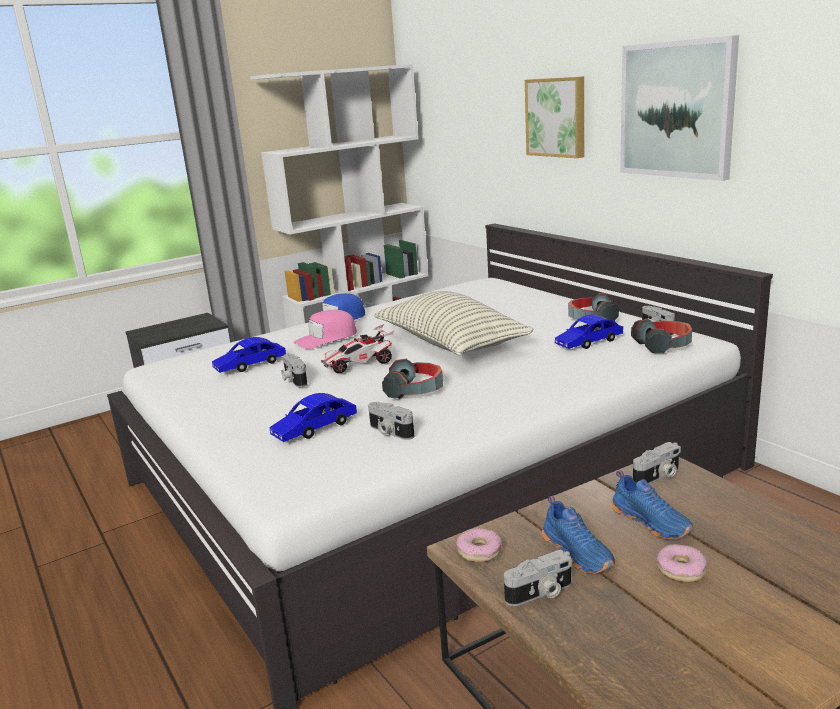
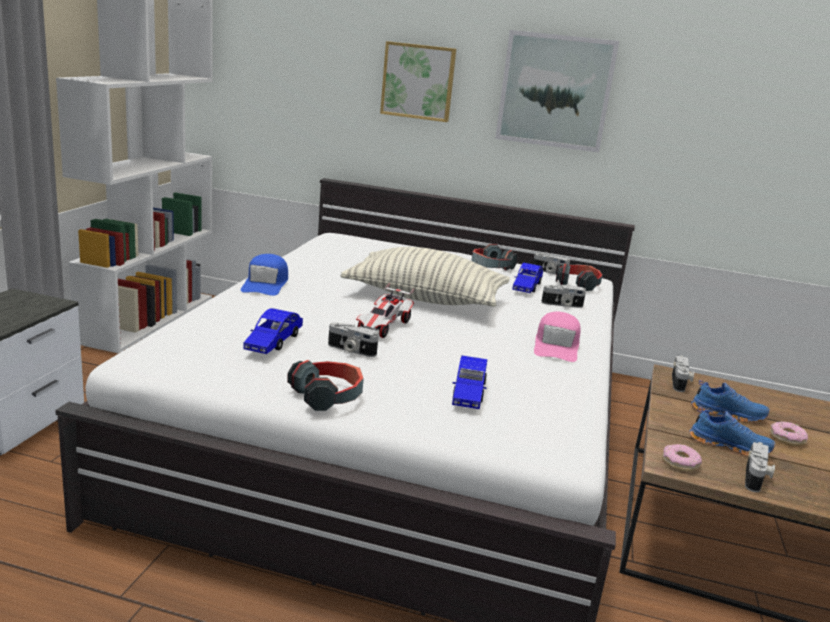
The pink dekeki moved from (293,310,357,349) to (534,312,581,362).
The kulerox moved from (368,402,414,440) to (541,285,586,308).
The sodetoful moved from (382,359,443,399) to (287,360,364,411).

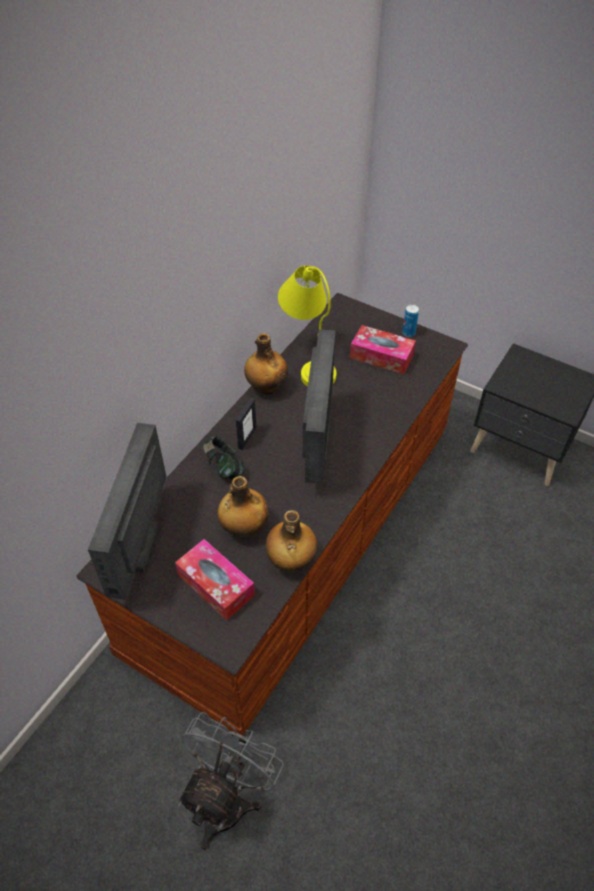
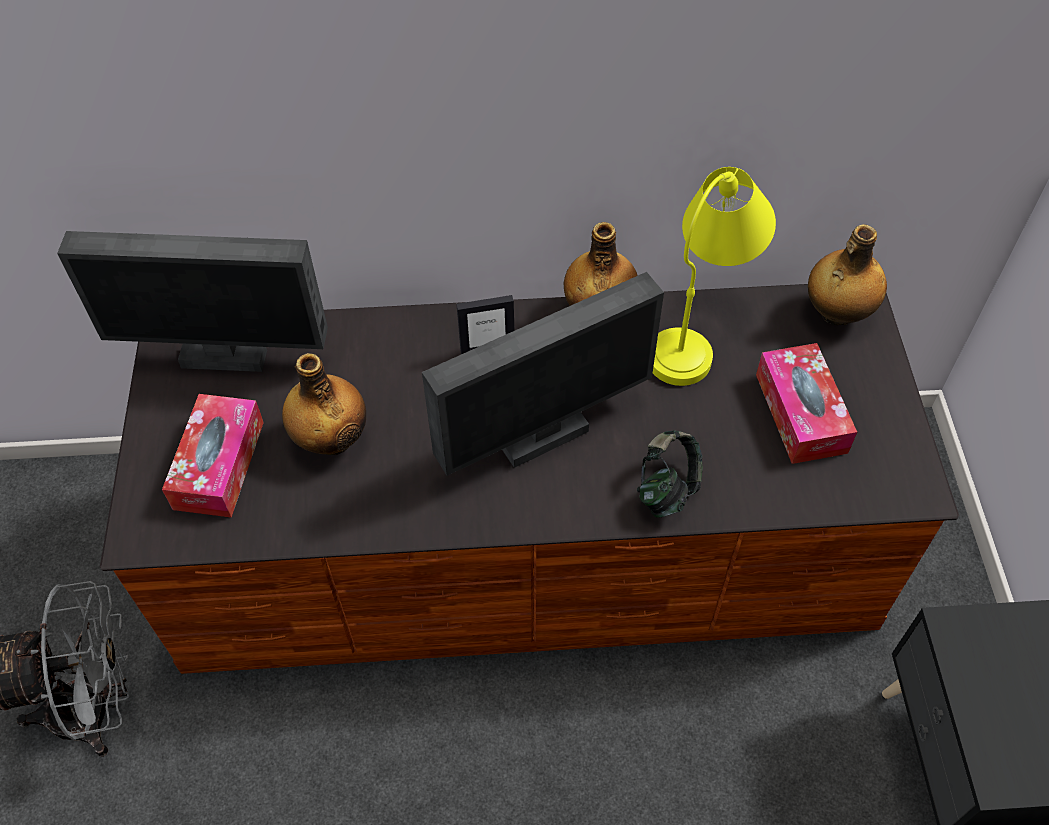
The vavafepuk at (88,423,167,600) turned 150 degrees counterclockwise.
The sodetoful moved from (203,436,244,480) to (637,430,703,518).
The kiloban moved from (265,510,317,572) to (808,224,887,325).
The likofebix at (402,304,419,337) disappeared.

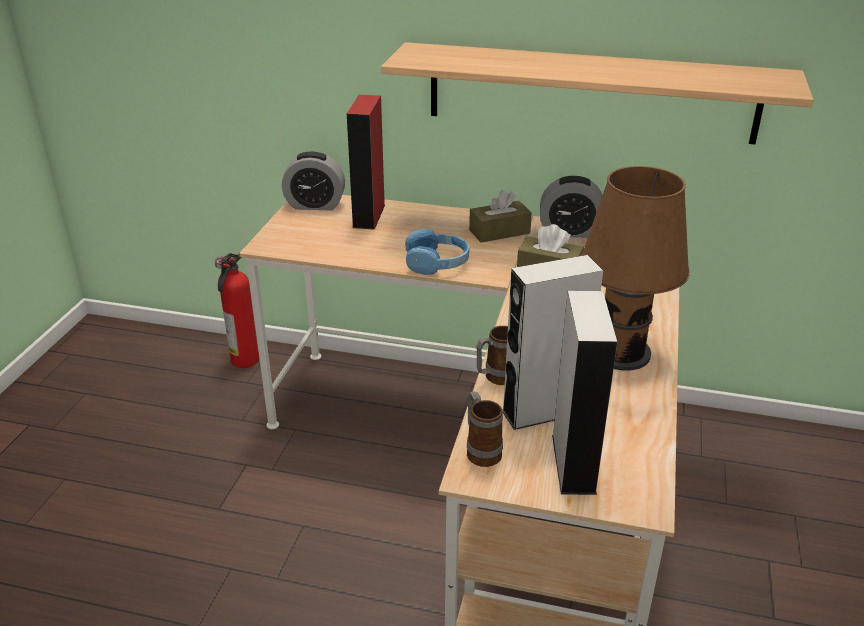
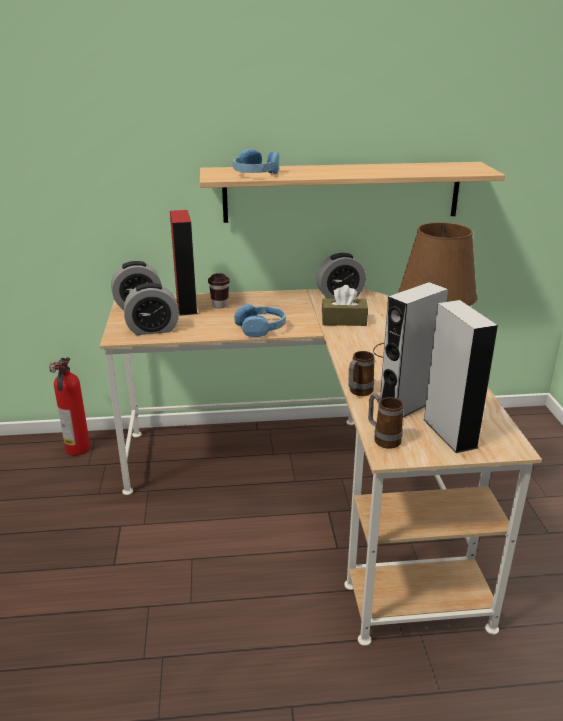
The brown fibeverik at (469,190,532,243) disappeared.
The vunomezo at (124,283,179,335) appeared.
The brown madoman at (208,273,230,308) appeared.
The blue sodetoful at (233,149,279,174) appeared.

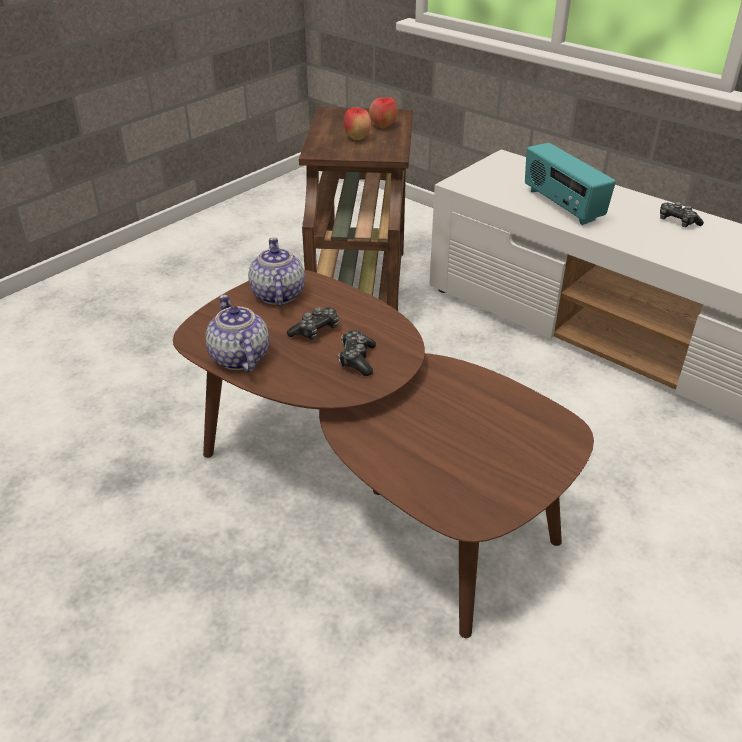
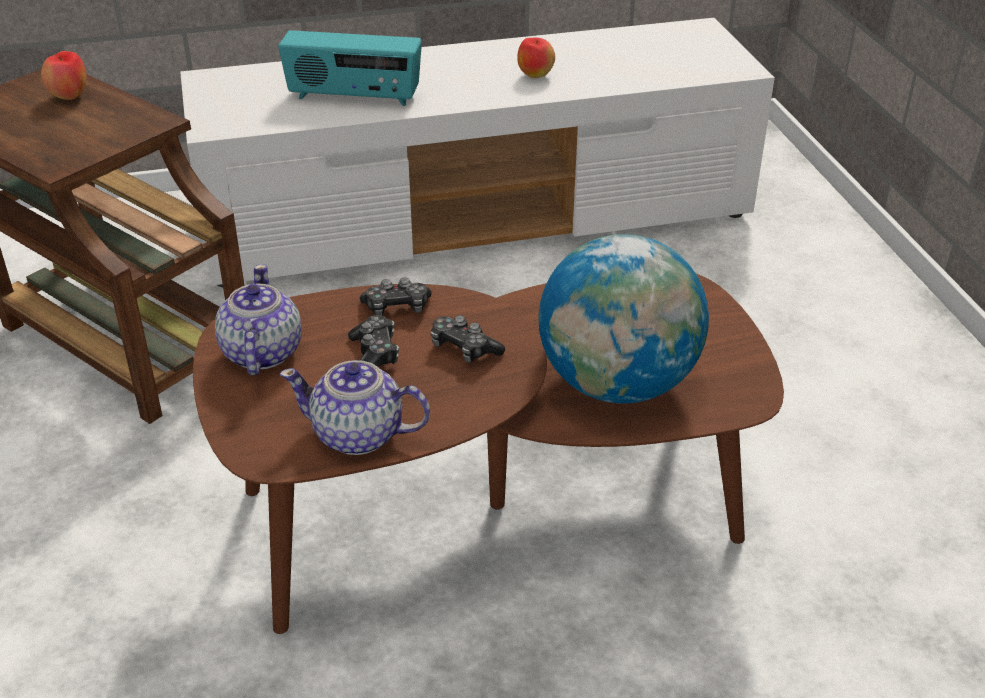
The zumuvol at (248,237,305,306) turned 60 degrees clockwise.
The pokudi moved from (344,107,371,140) to (517,38,555,78).
The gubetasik moved from (660,202,704,227) to (360,277,432,316).
The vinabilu at (538,234,709,403) appeared.

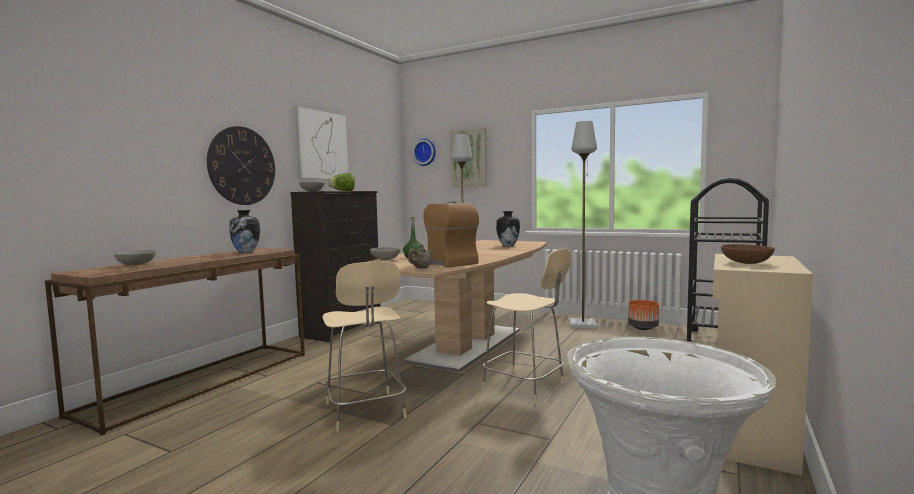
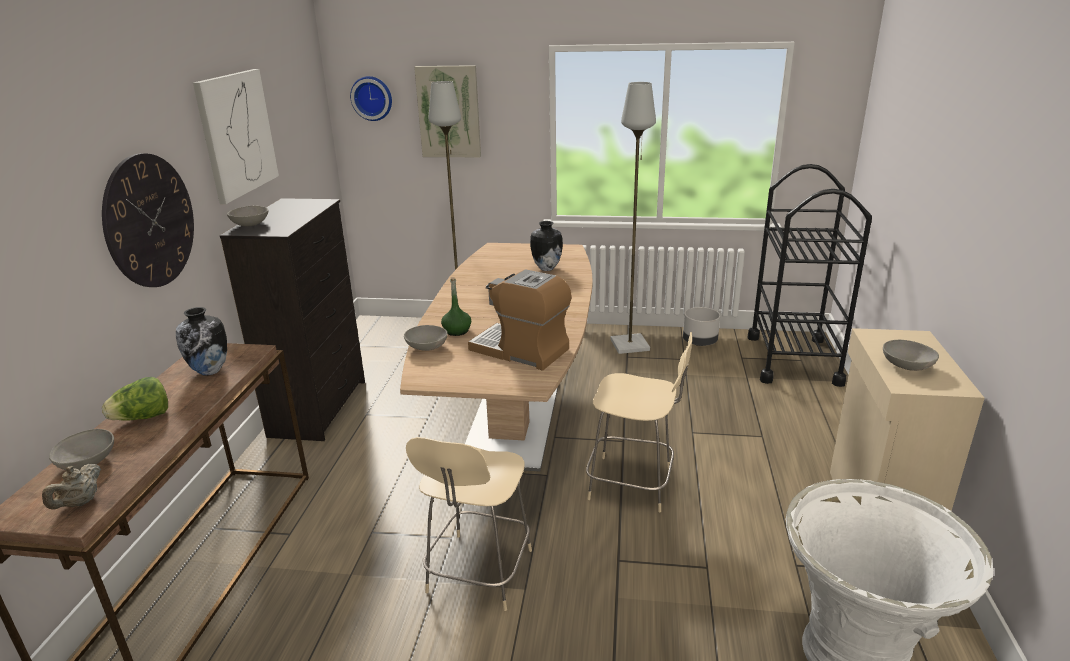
The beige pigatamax at (322,261,407,432) turned 60 degrees clockwise.
The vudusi moved from (328,173,355,191) to (102,377,168,421).
The beige zumuvol moved from (408,244,433,269) to (42,464,101,510).
The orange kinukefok at (628,300,659,330) became the grey kinukefok at (683,307,720,346).
The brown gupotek at (721,244,775,264) became the grey gupotek at (883,340,939,371).

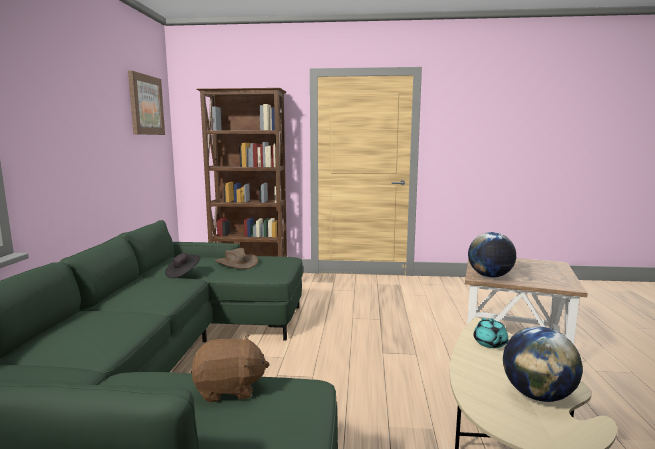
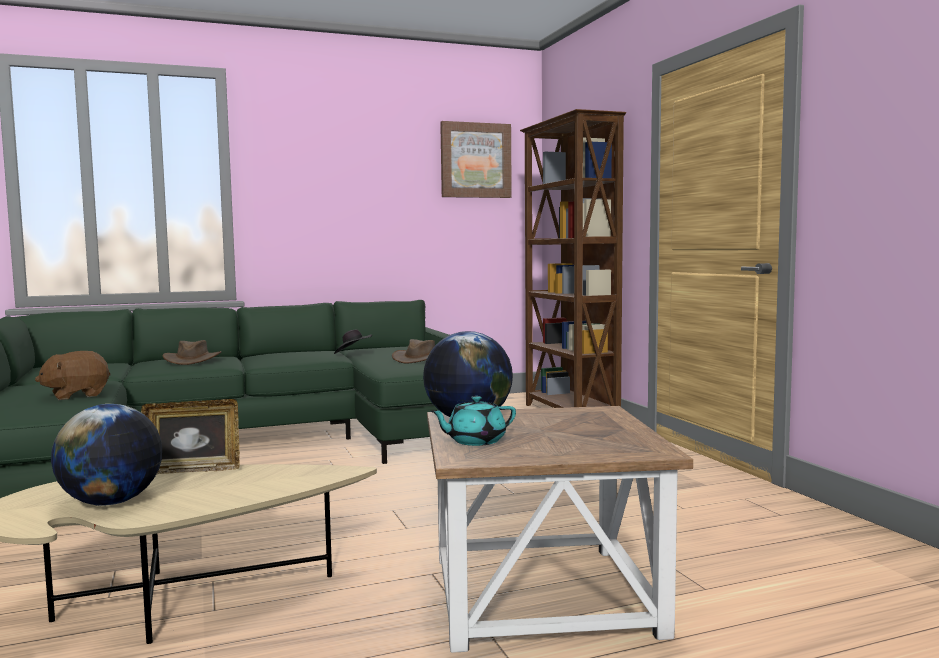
The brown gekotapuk at (191,335,270,403) turned 90 degrees clockwise.
The turquoise zumuvol moved from (473,318,508,348) to (430,396,516,446).
The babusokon at (141,399,240,474) appeared.
The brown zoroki at (163,340,222,365) appeared.

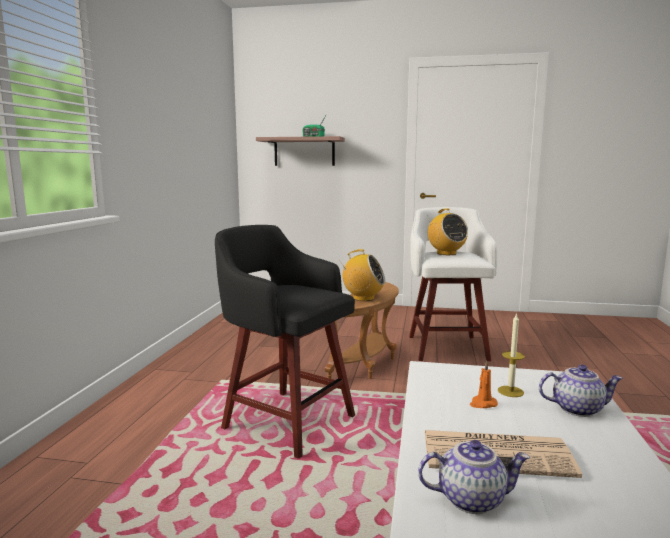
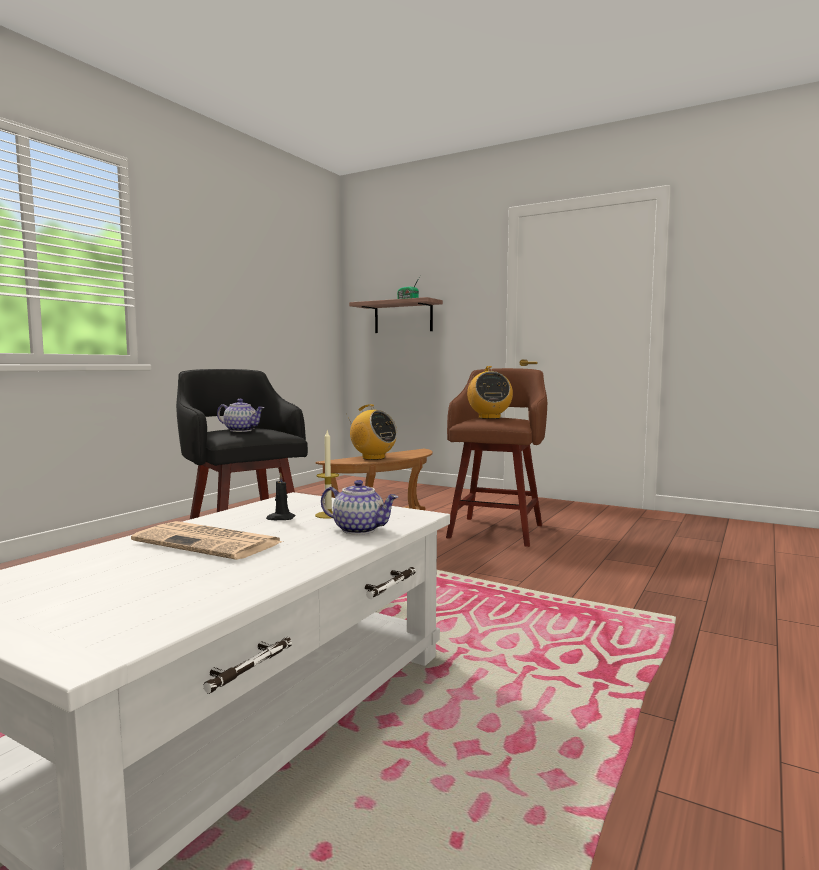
The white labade at (409,207,497,361) became the brown labade at (446,368,547,547).
The zumuvol moved from (418,440,530,514) to (217,399,264,432).
The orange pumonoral at (470,361,498,408) became the black pumonoral at (266,472,296,520).

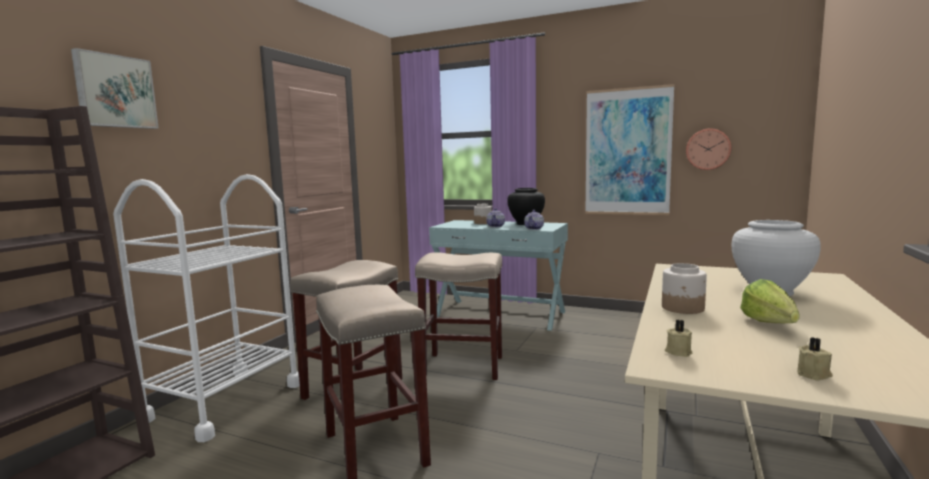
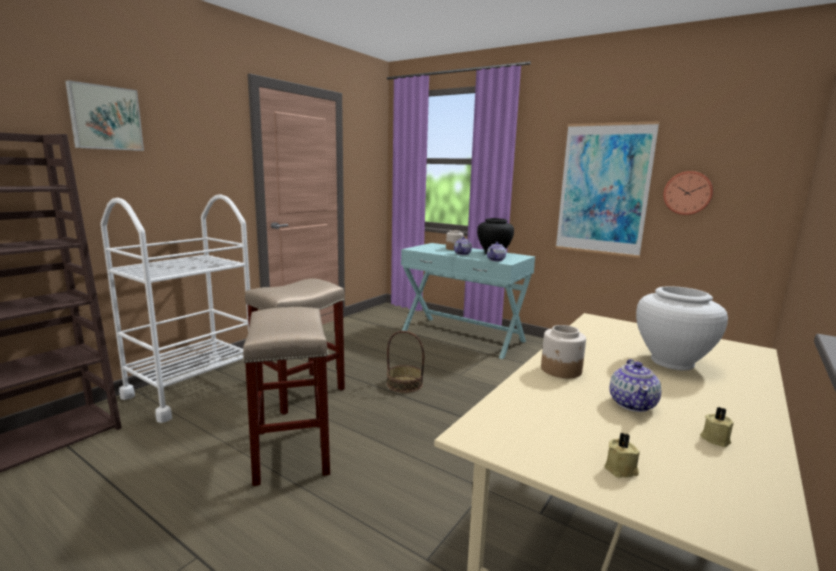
The beige labade at (415,252,502,380) was replaced by the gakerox at (387,331,424,393).
The beige pumonoral moved from (665,320,693,357) to (700,407,734,447).
The vudusi at (740,279,800,323) was replaced by the zumuvol at (609,359,661,412).

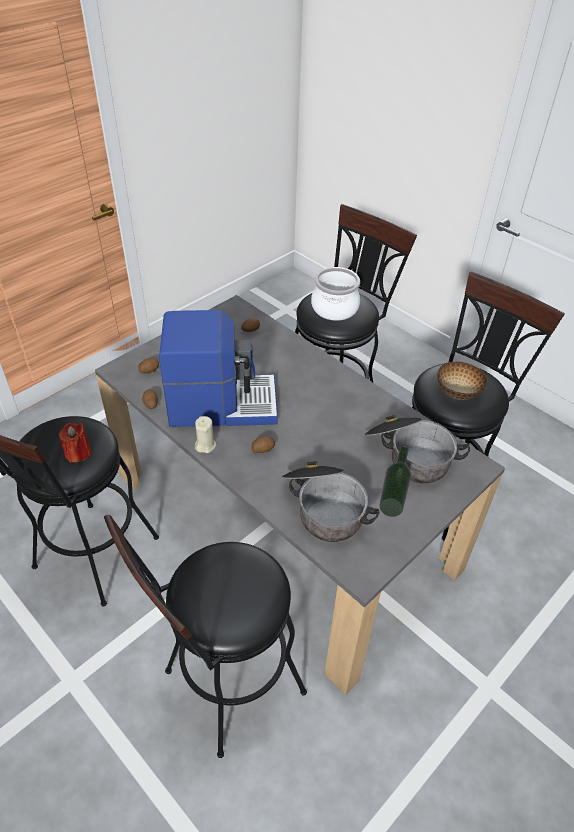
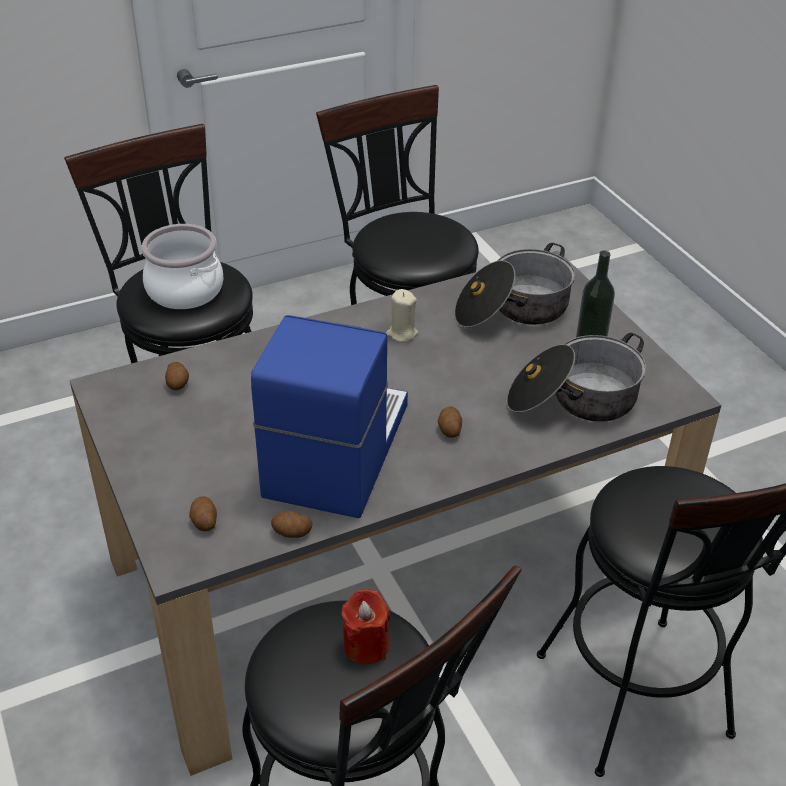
The beige pumonoral moved from (195,416,216,453) to (386,289,418,342).
The gupotek at (437,361,487,400) disappeared.

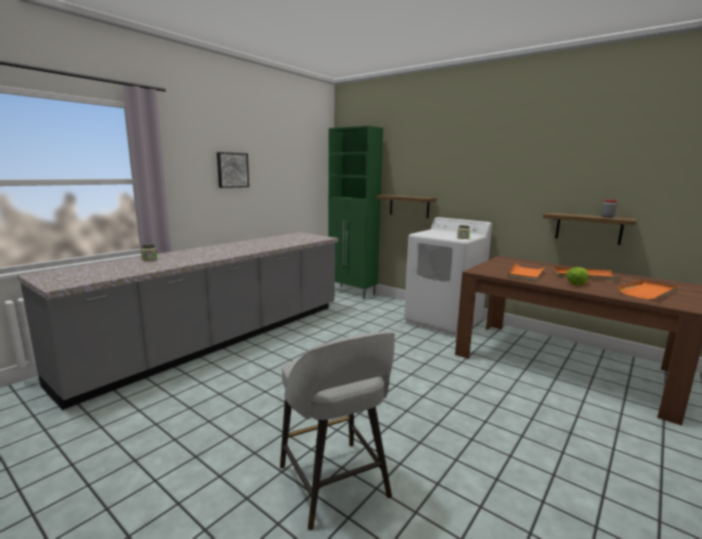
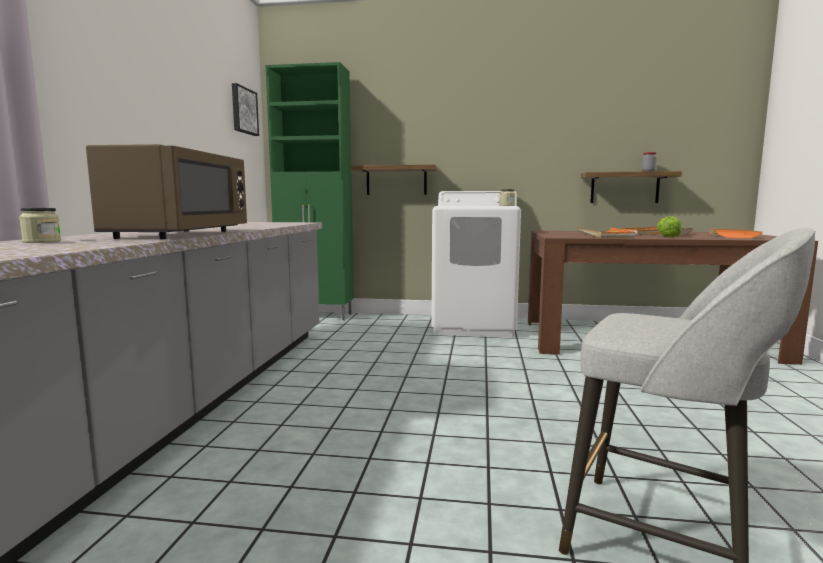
The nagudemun moved from (217,152,249,188) to (232,83,259,136).
The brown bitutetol at (86,144,247,239) appeared.

